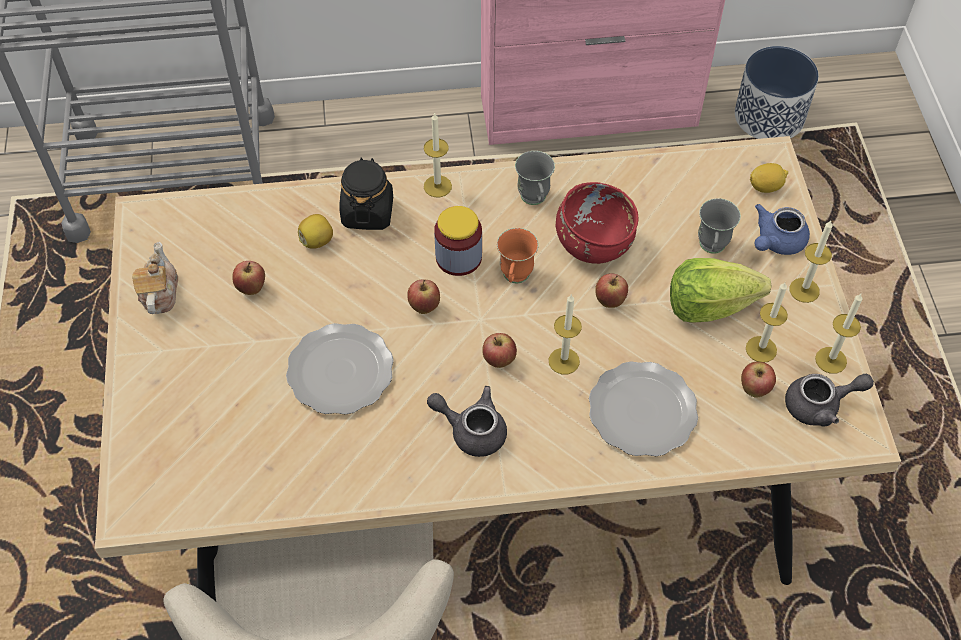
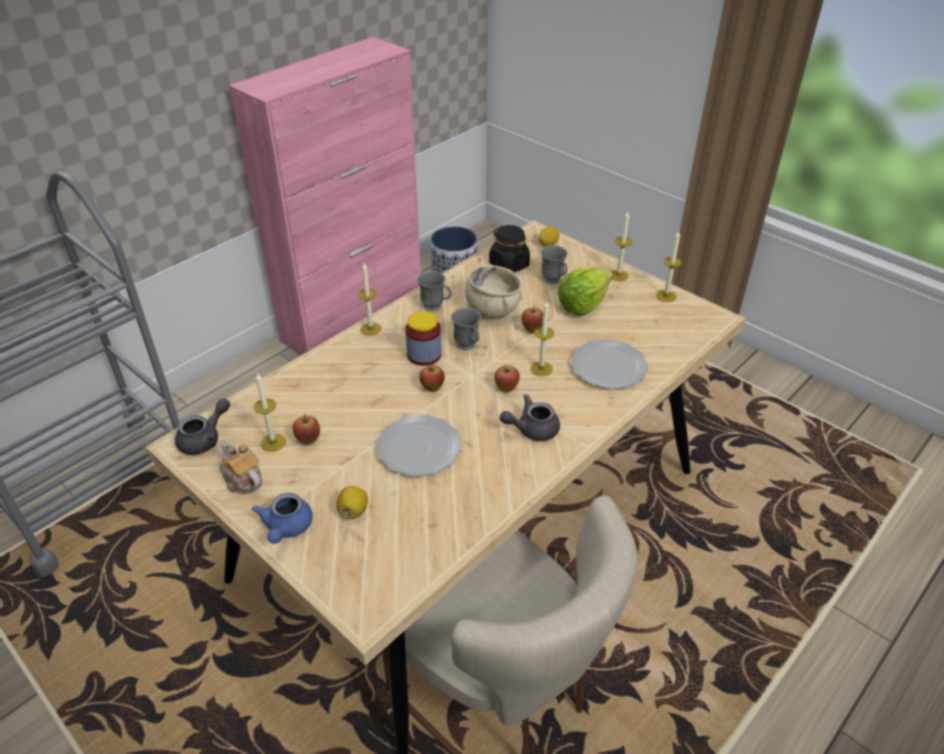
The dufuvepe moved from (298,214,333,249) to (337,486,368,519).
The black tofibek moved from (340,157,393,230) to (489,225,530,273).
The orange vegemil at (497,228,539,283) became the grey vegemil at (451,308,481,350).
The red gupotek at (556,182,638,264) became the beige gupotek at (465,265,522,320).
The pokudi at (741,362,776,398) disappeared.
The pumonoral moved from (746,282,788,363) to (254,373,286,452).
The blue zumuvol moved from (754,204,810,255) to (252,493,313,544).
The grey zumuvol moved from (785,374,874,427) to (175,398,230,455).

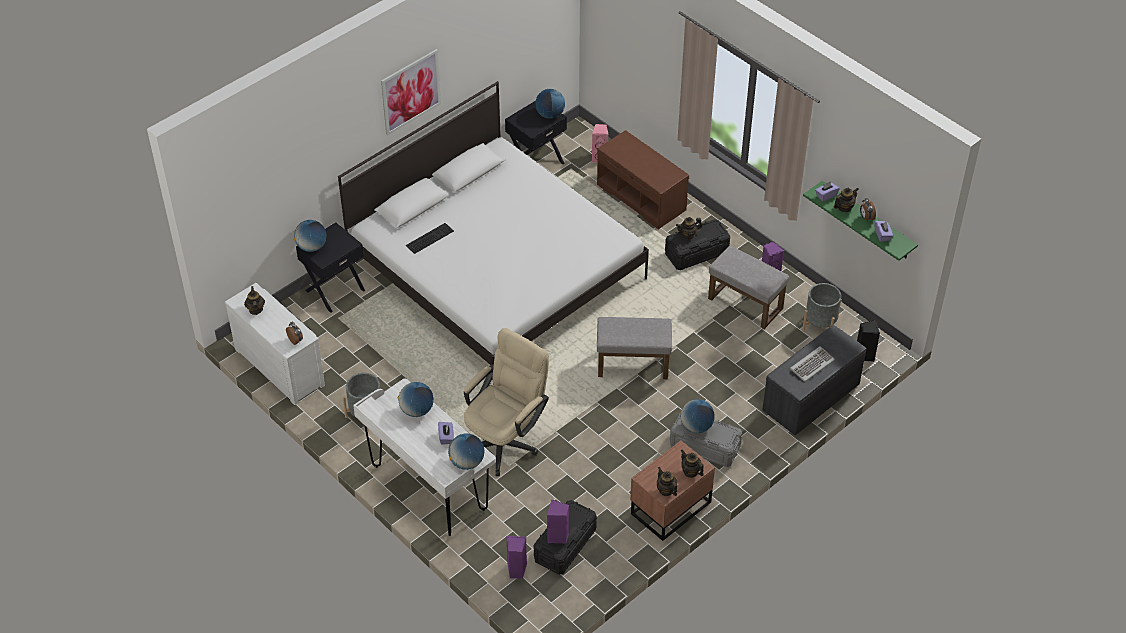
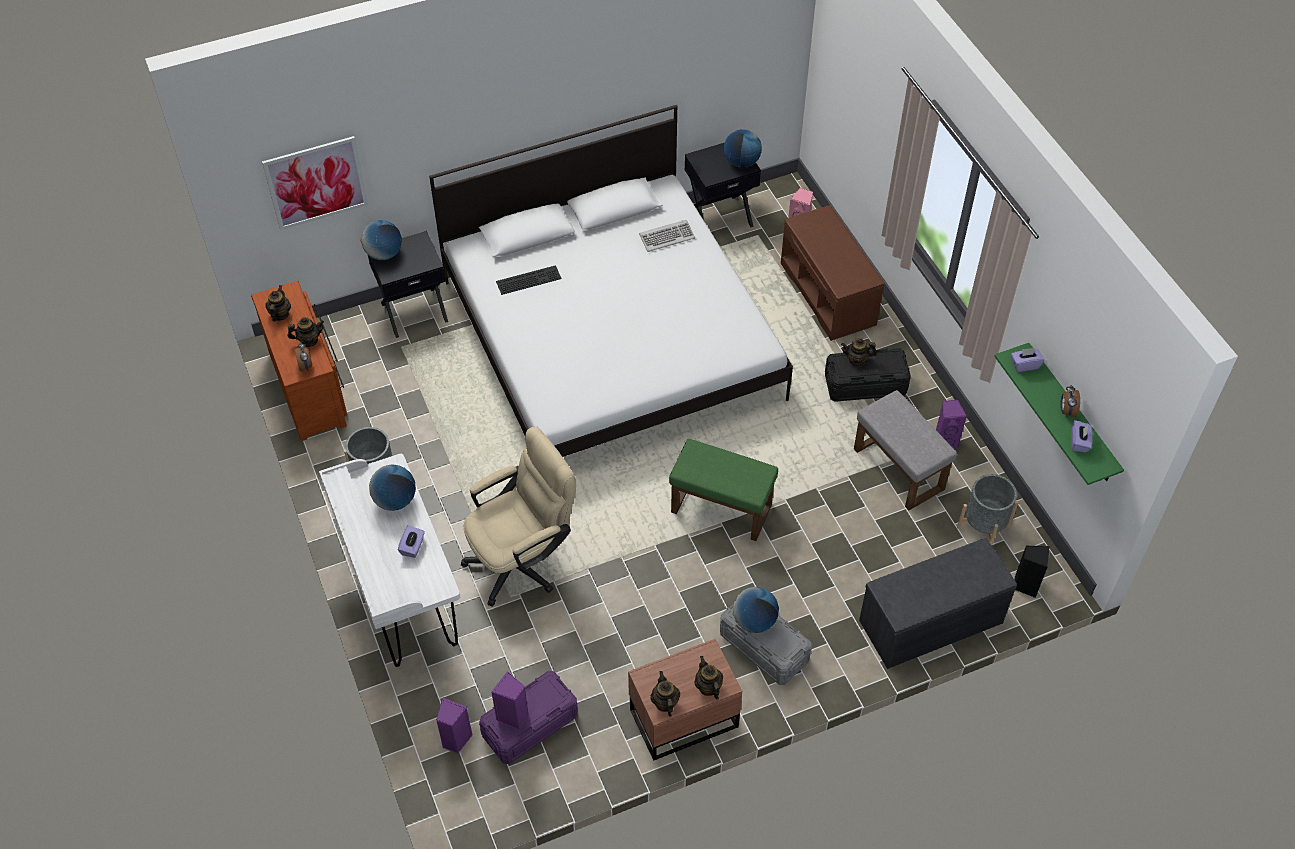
The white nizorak at (225,283,325,405) became the brown nizorak at (251,281,347,441).
The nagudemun moved from (381,49,441,135) to (262,136,368,230).
The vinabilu at (448,433,485,470) disappeared.
The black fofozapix at (534,500,597,575) became the purple fofozapix at (479,671,577,764).
The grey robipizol at (597,317,672,379) became the green robipizol at (669,439,778,541).
The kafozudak moved from (790,346,835,382) to (639,220,695,252).
The zumuvol moved from (834,188,858,212) to (288,317,324,347).

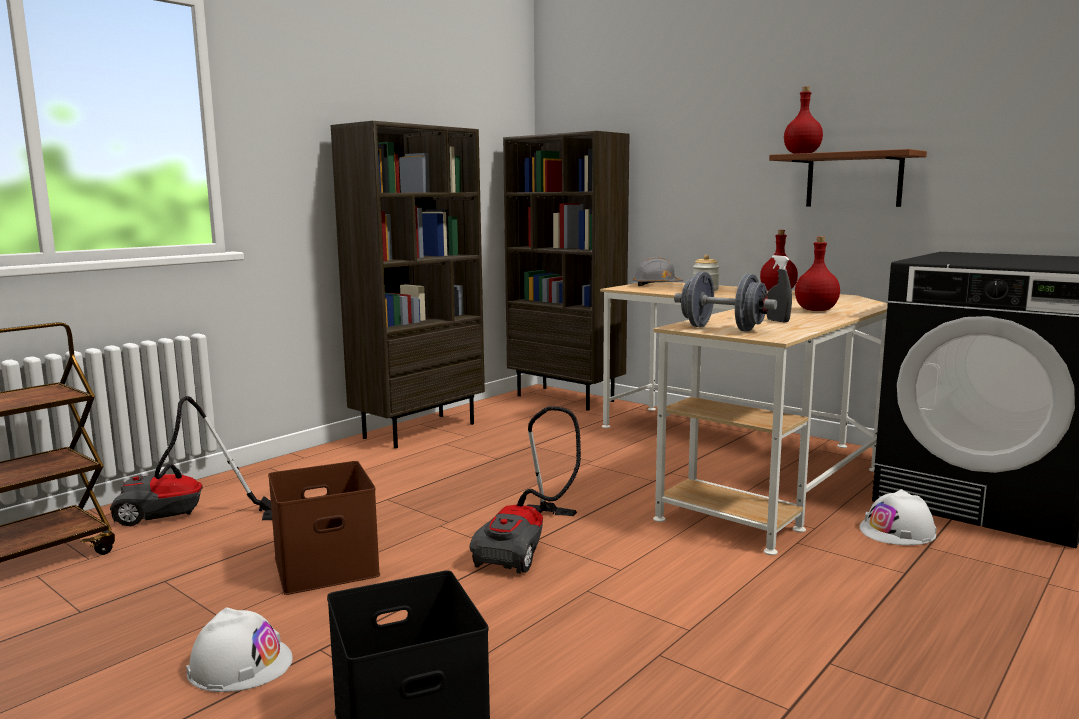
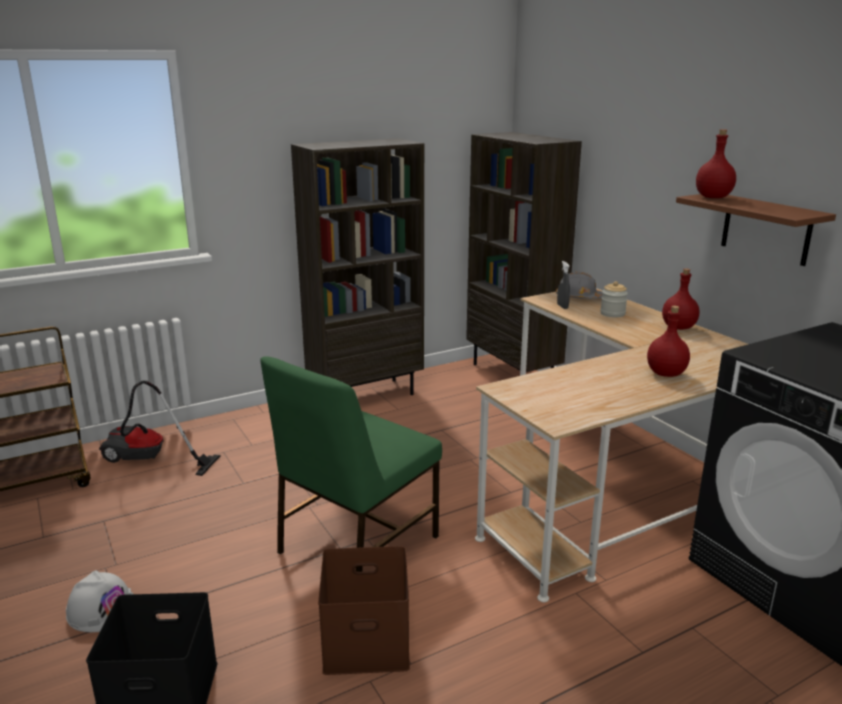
The brown fofozapix moved from (268,461,380,595) to (318,546,410,675).
The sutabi at (469,406,581,574) was replaced by the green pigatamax at (260,356,442,572).
The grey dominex at (674,271,777,332) disappeared.
The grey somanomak moved from (766,255,792,322) to (557,261,570,309).
The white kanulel at (859,489,936,545) disappeared.

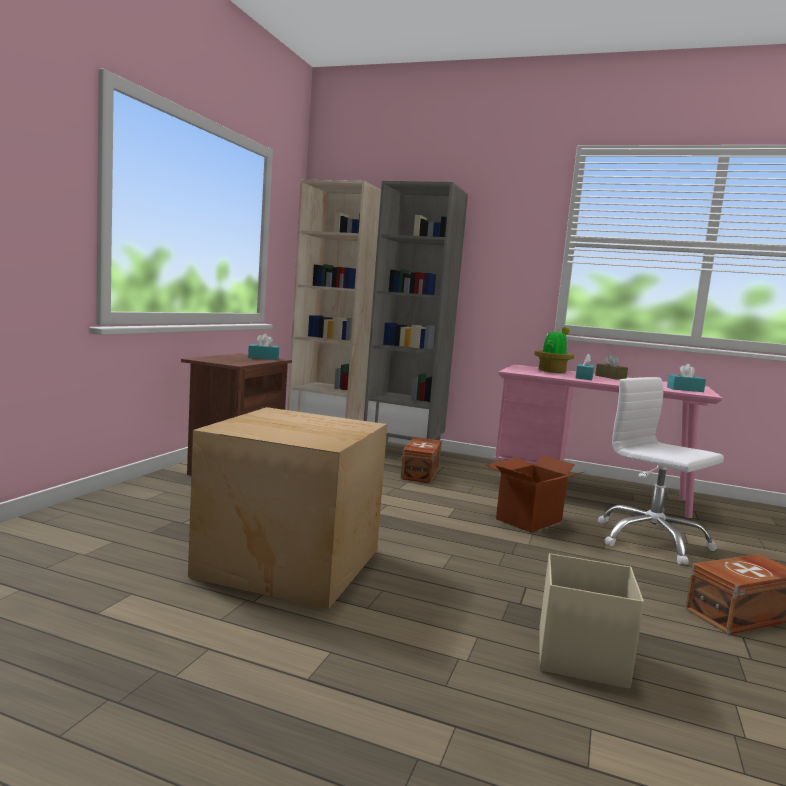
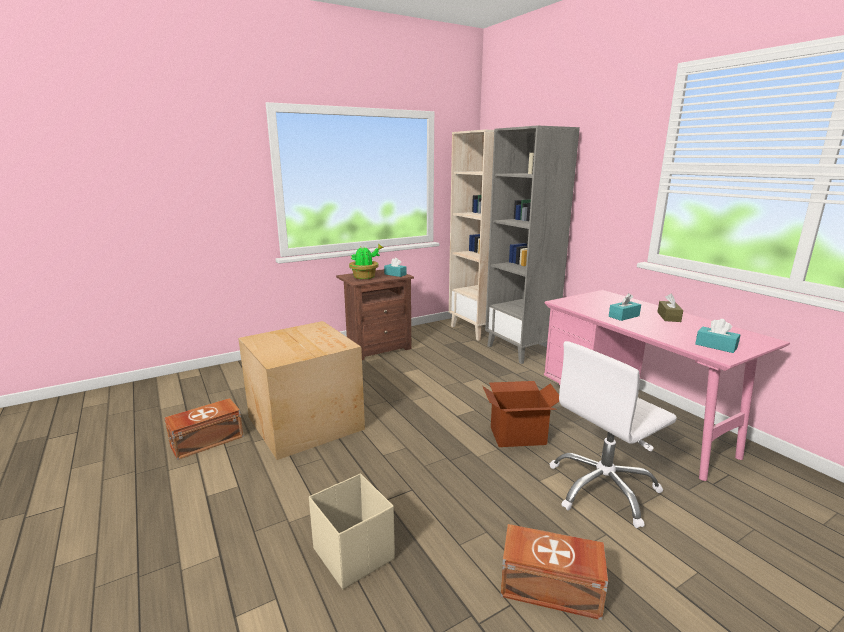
The brown fofozapix moved from (401,437,442,483) to (164,398,244,460).
The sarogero moved from (534,327,574,373) to (349,244,383,279).
The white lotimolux at (598,377,724,565) turned 120 degrees counterclockwise.

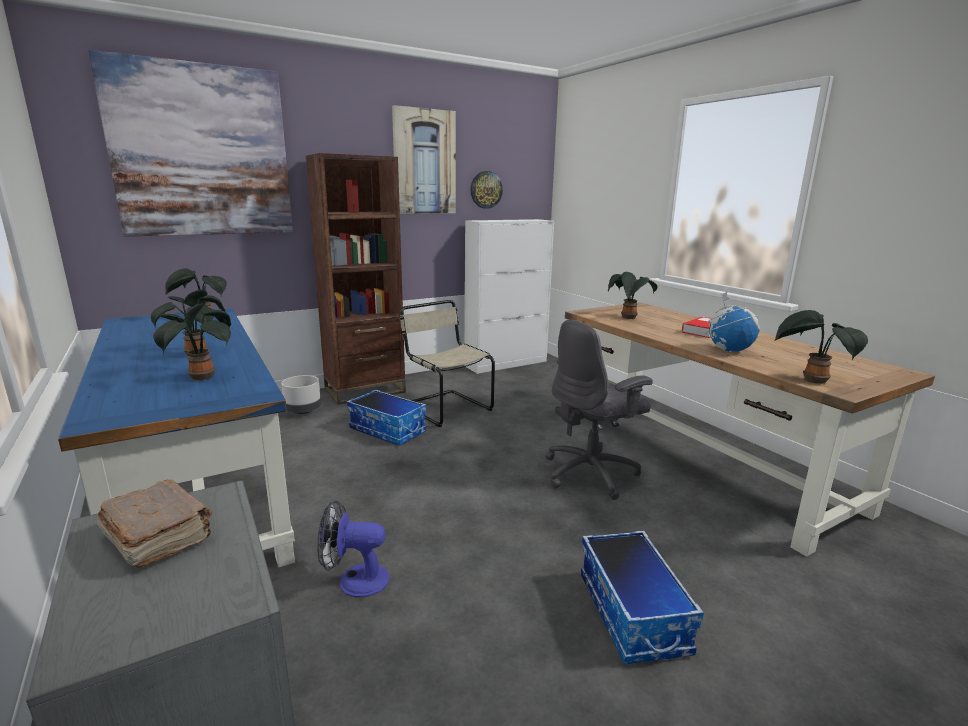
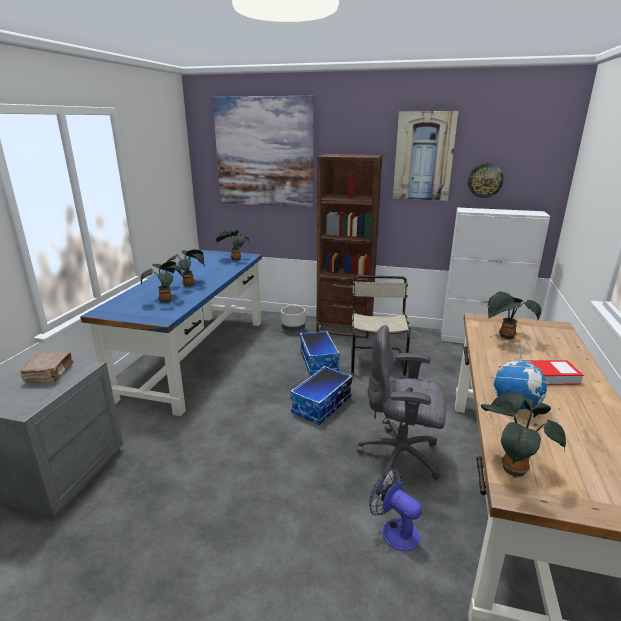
The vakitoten moved from (317,500,390,597) to (369,469,422,551).
The fofozapix moved from (581,531,704,664) to (290,366,353,425).

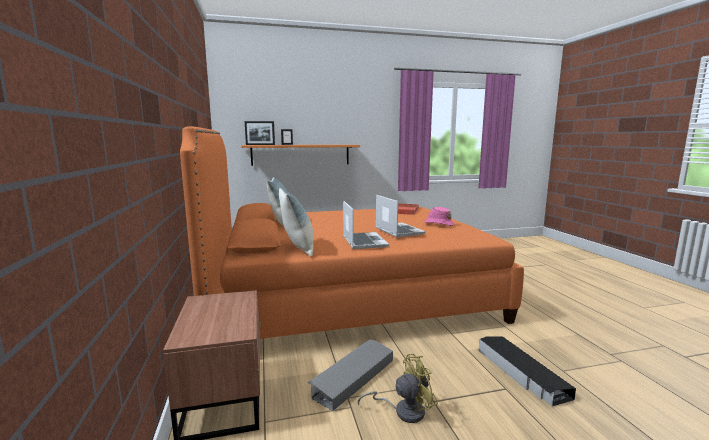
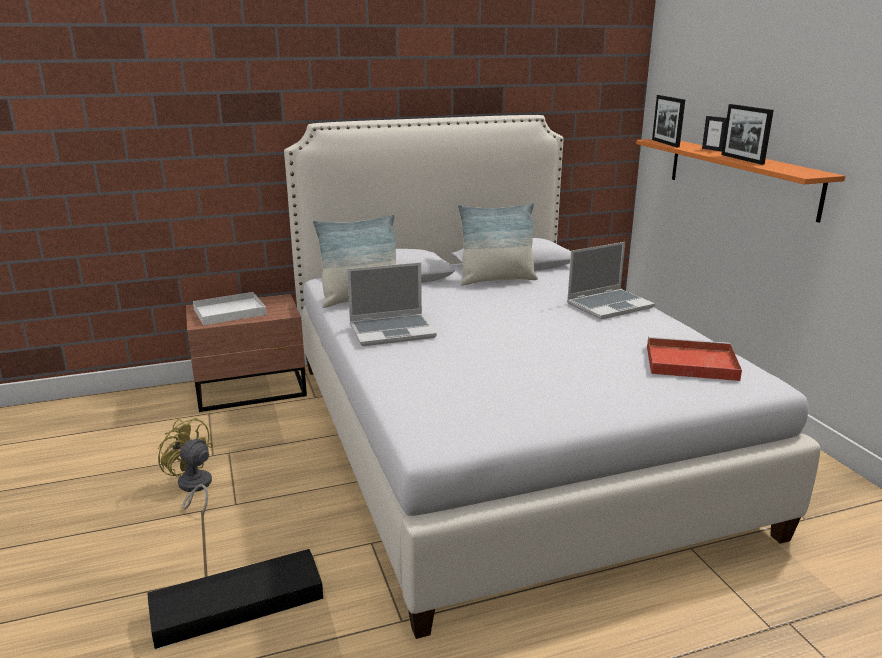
The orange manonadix at (180,126,524,339) became the white manonadix at (284,115,820,639).
The grey fofozapix at (308,339,393,411) disappeared.
The yellow vakitoten at (358,354,438,423) turned 150 degrees clockwise.
The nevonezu moved from (375,195,426,238) to (567,242,655,320).
The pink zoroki at (424,207,454,226) disappeared.
The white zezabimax at (193,292,267,325) appeared.
The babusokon at (722,104,774,165) appeared.

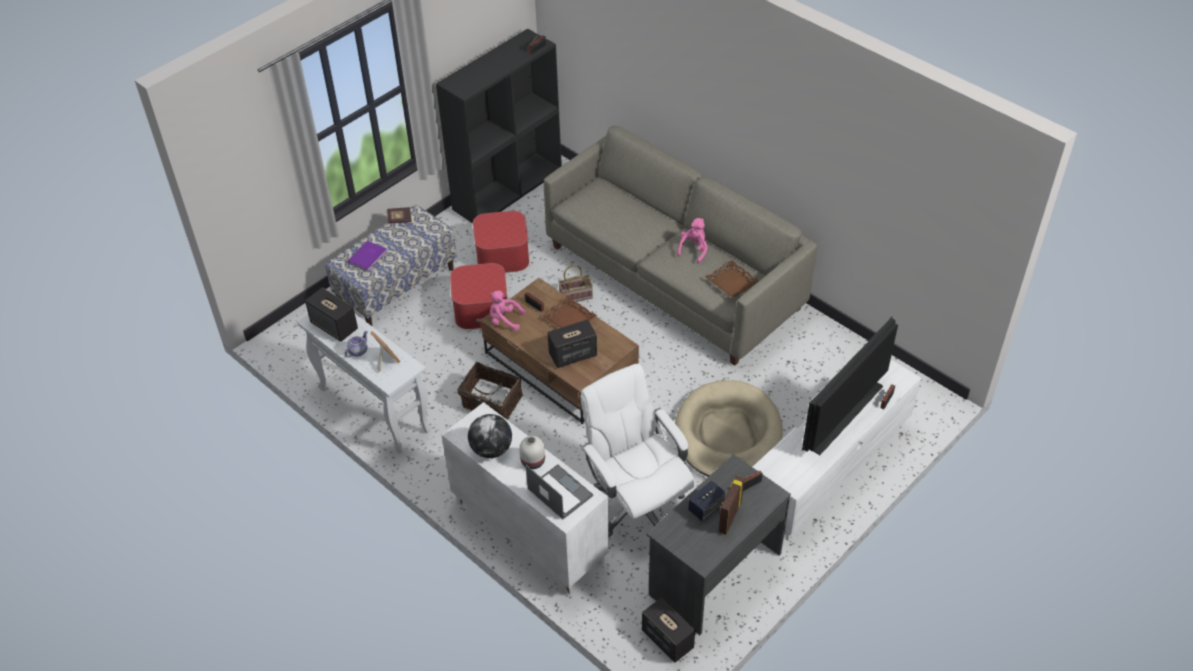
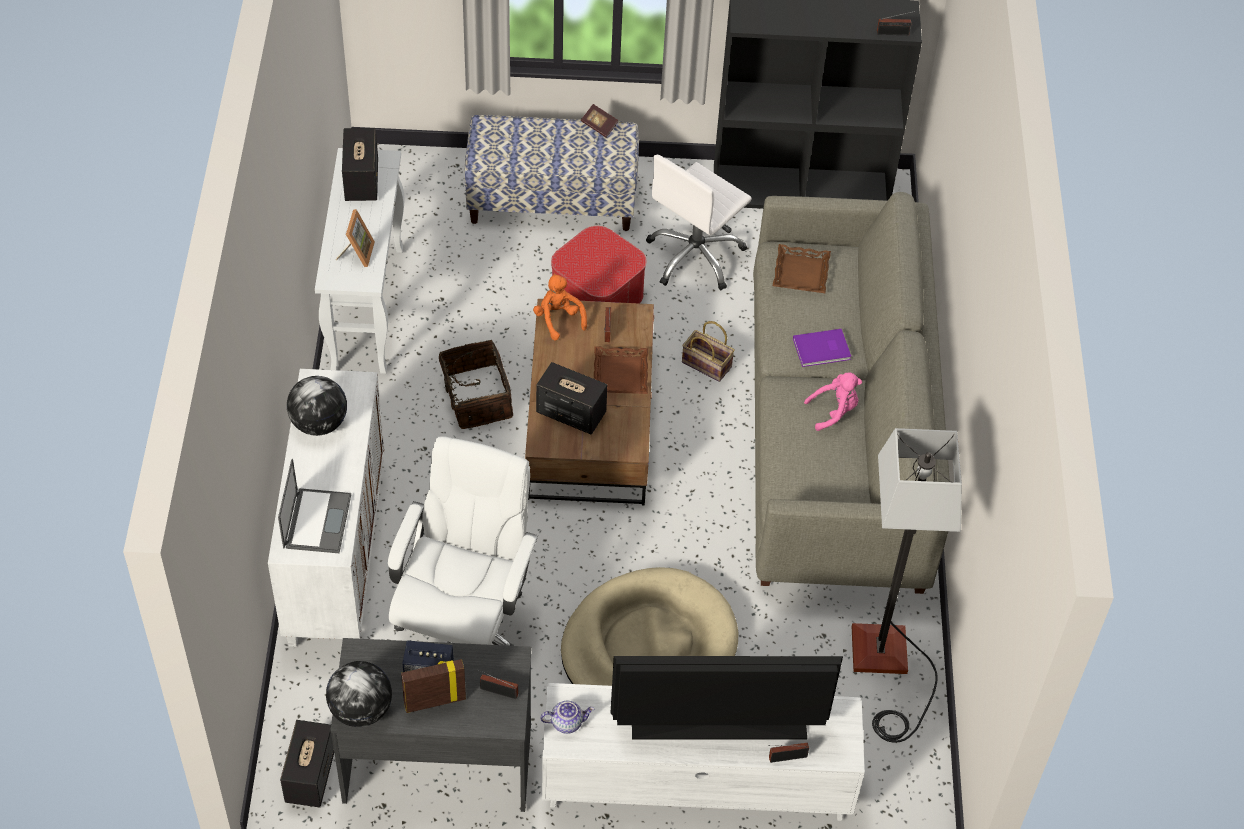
The zumuvol moved from (345,331,368,358) to (540,701,594,734).
The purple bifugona moved from (348,241,387,271) to (793,329,851,367).
The robipizol at (473,211,529,273) was replaced by the white lotimolux at (646,155,752,290).
The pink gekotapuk at (490,291,525,331) became the orange gekotapuk at (533,273,587,340).
The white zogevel at (519,436,545,469) disappeared.
The brown zezabimax moved from (705,260,759,298) to (773,244,831,293).
The vinabilu at (326,661,392,727) appeared.
The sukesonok at (852,428,962,743) appeared.

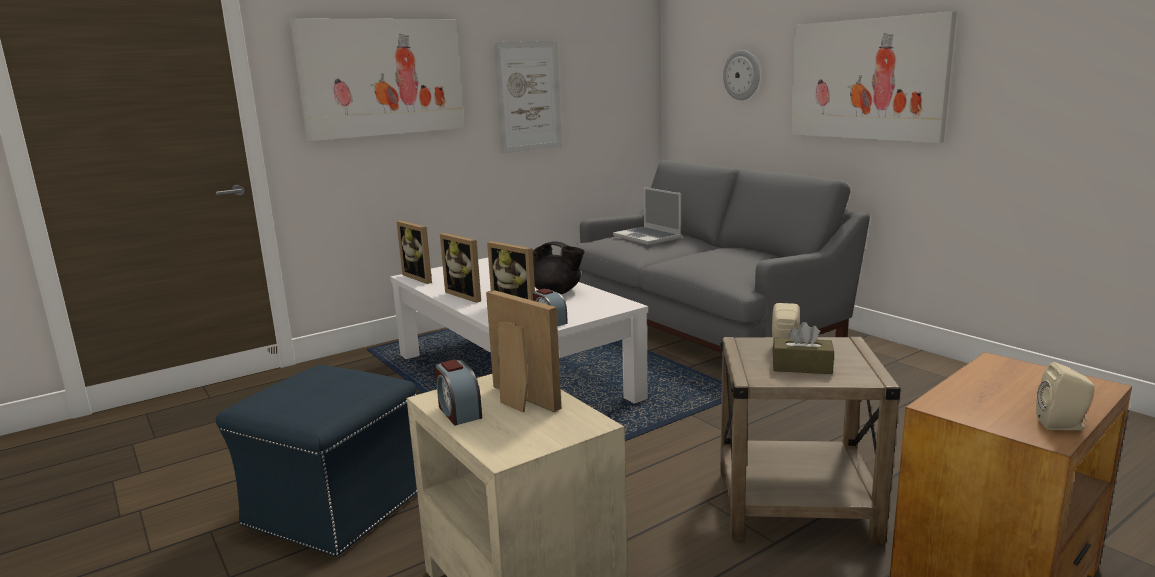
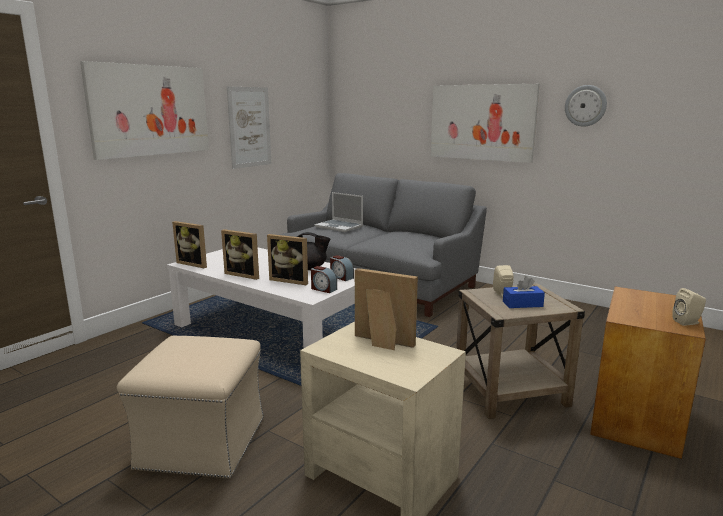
The blue robipizol at (216,365,417,557) became the beige robipizol at (117,336,264,478).
The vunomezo moved from (435,360,482,425) to (330,255,354,281).
The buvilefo moved from (723,50,760,100) to (565,85,607,127).
The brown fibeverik at (773,322,834,374) became the blue fibeverik at (503,276,545,308).

